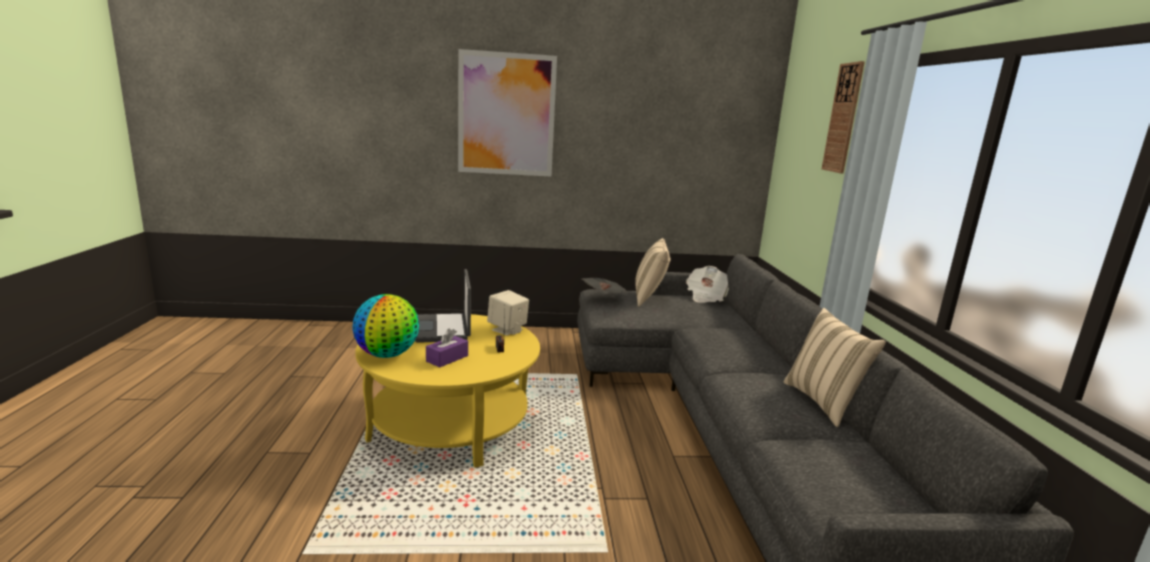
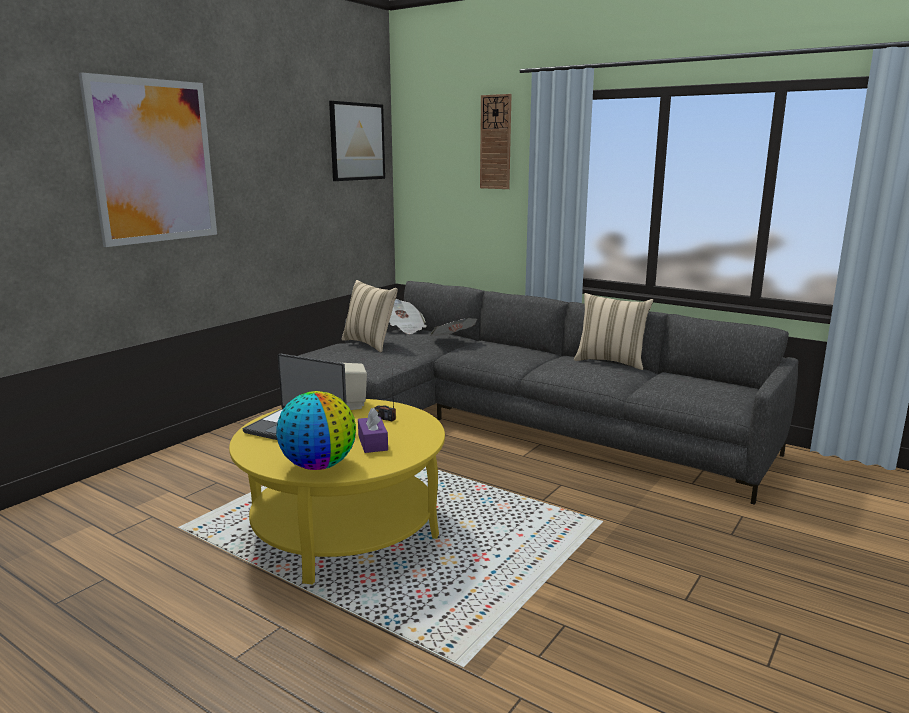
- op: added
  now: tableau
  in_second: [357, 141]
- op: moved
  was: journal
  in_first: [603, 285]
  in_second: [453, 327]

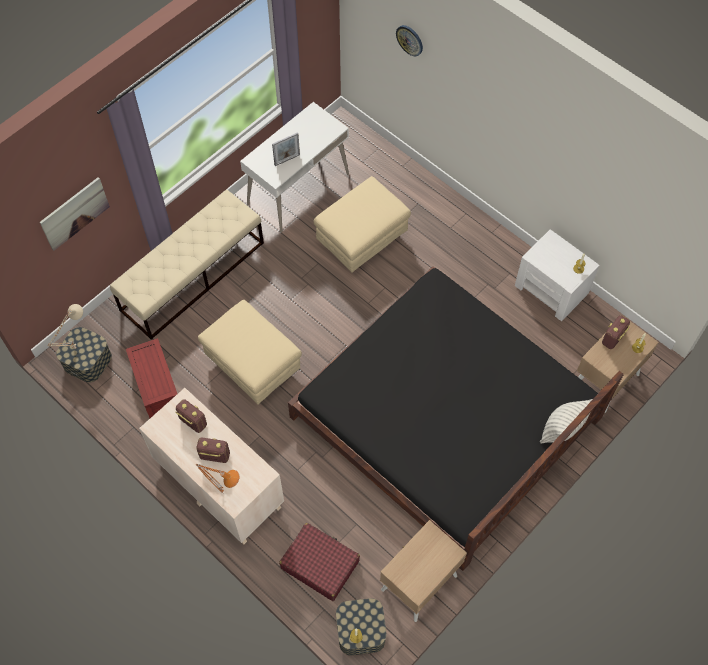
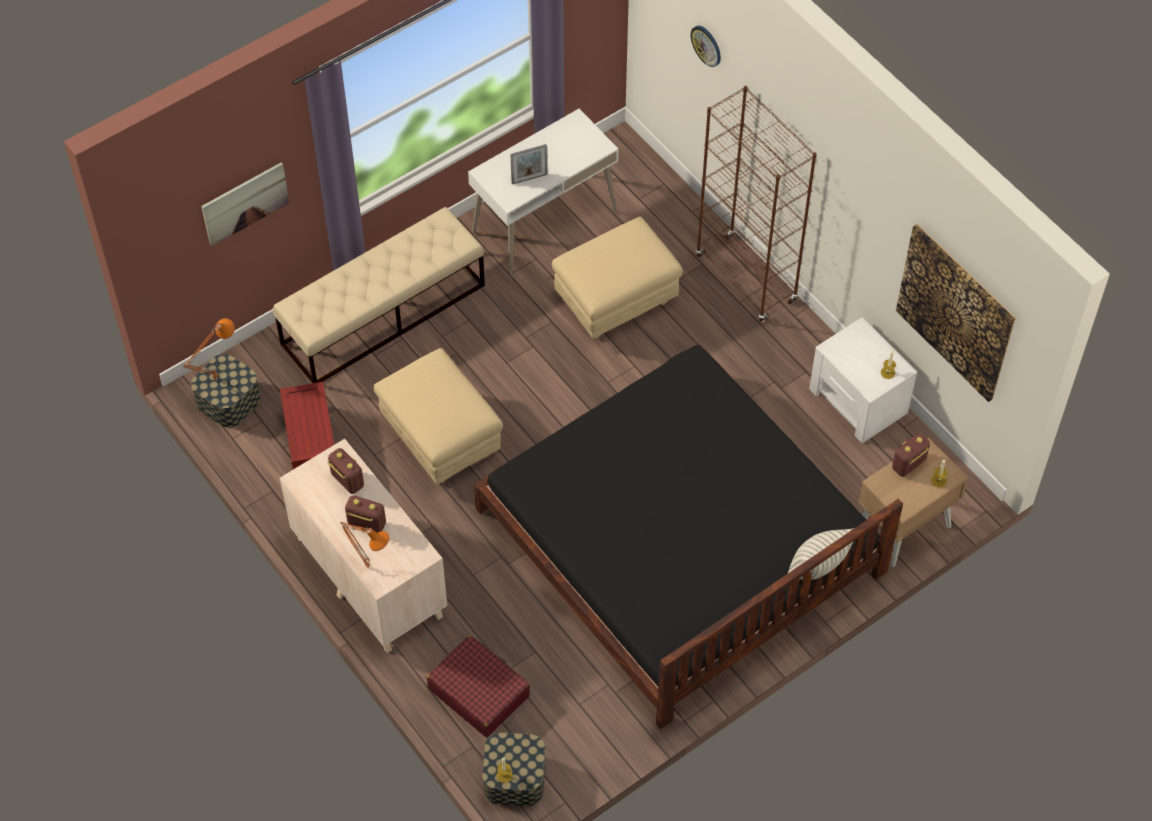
- op: recoloured
  was: lampe de table (beige)
  now: lampe de table (orange)
  in_first: [65, 327]
  in_second: [209, 349]
- op: added
  now: bibliothèque (marron)
  in_second: [756, 204]
- op: added
  now: tableau
  in_second: [956, 313]
- op: removed
  was: table de chevet (beige)
  in_first: [423, 571]

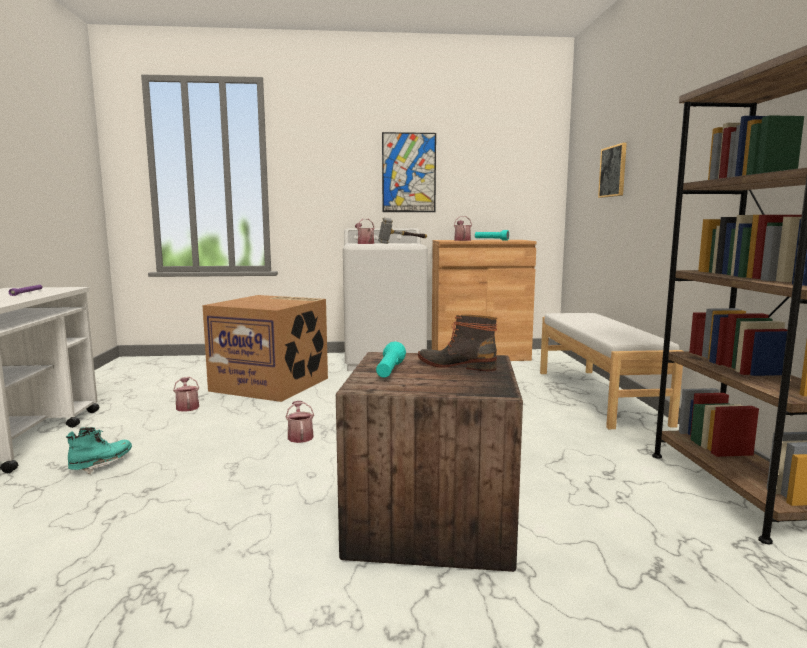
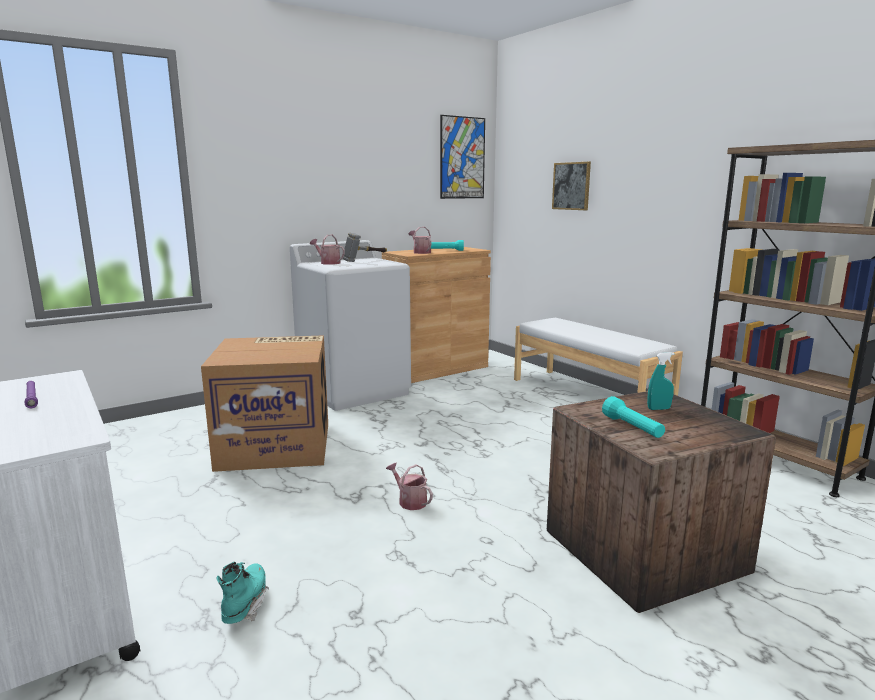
- op: moved
  was: tableau
  in_first: [409, 172]
  in_second: [462, 157]
- op: replaced
  was: botte
  now: vaporisateur (turquoise)
  in_first: [457, 343]
  in_second: [661, 381]
- op: removed
  was: arrosoir
  in_first: [186, 394]

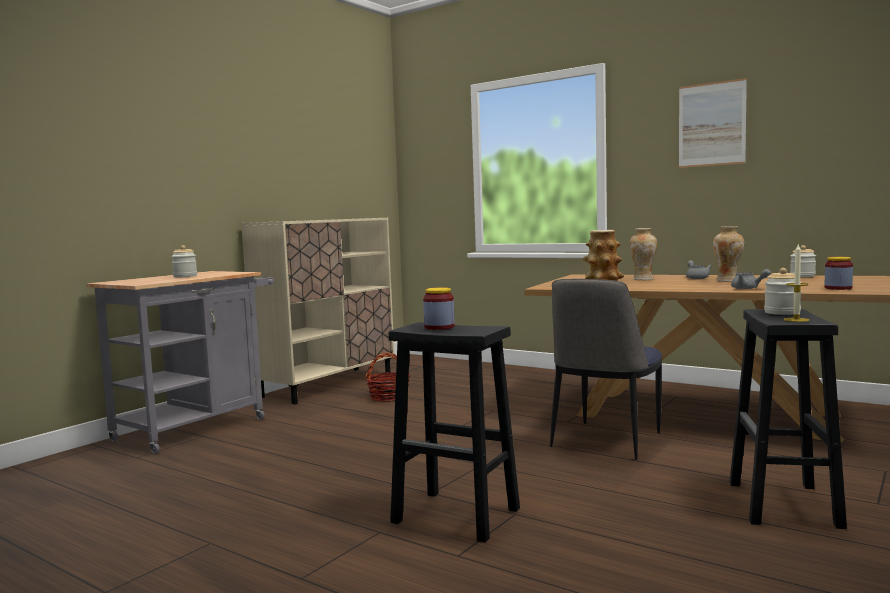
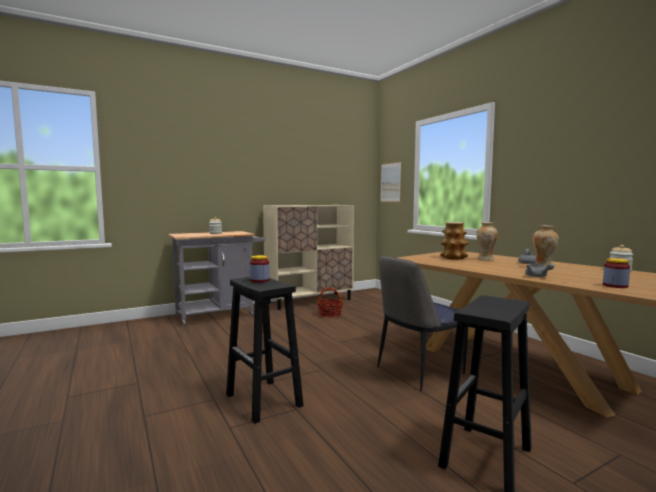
- op: moved
  was: tableau
  in_first: [713, 123]
  in_second: [391, 182]
- op: removed
  was: bocal
  in_first: [782, 291]
- op: removed
  was: bougie
  in_first: [797, 283]

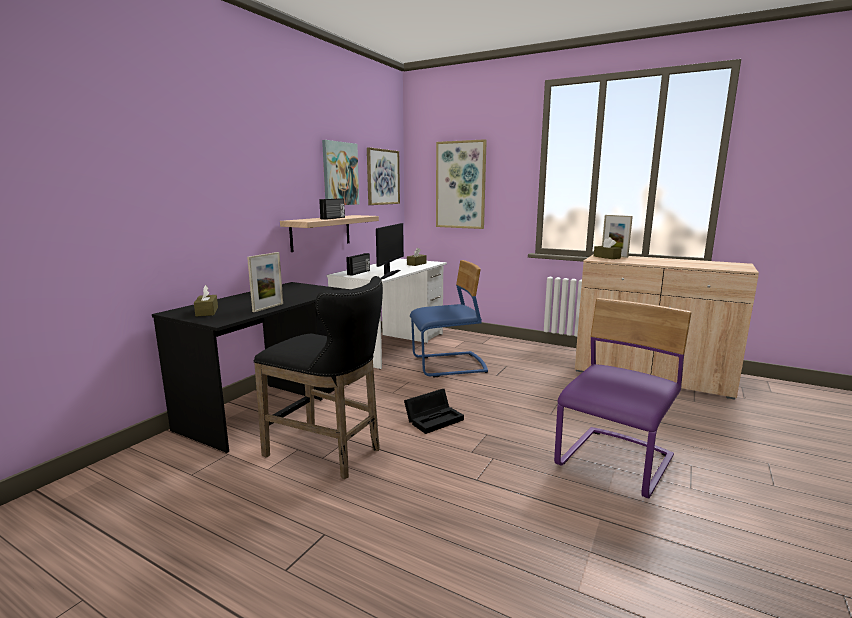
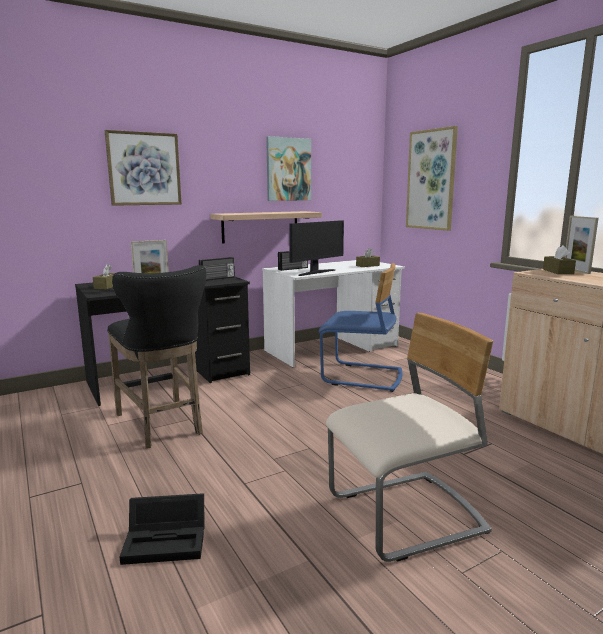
- op: moved
  was: tableau
  in_first: [383, 176]
  in_second: [143, 168]
- op: moved
  was: boîte de rangement (noir)
  in_first: [434, 411]
  in_second: [162, 529]
- op: moved
  was: radio
  in_first: [332, 209]
  in_second: [217, 269]
- op: recoloured
  was: chaise (violet)
  now: chaise (beige)
  in_first: [623, 398]
  in_second: [409, 437]

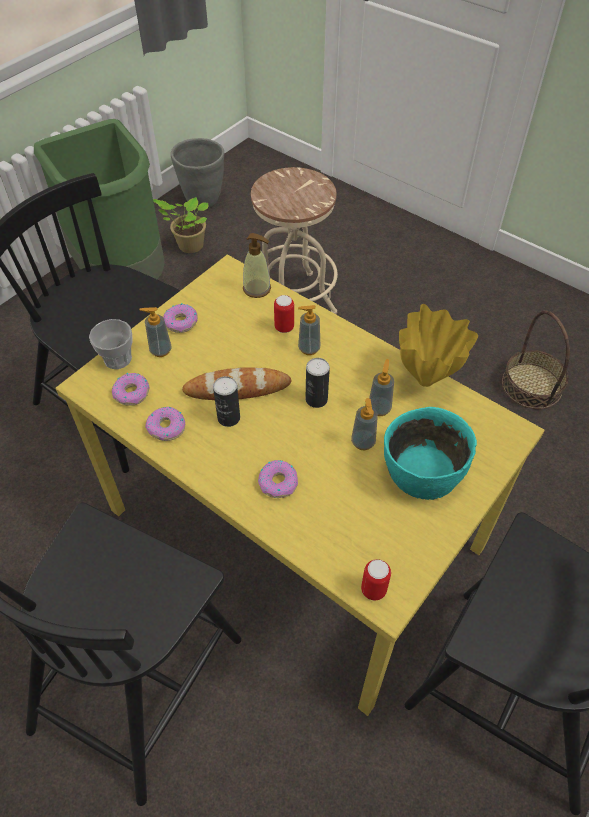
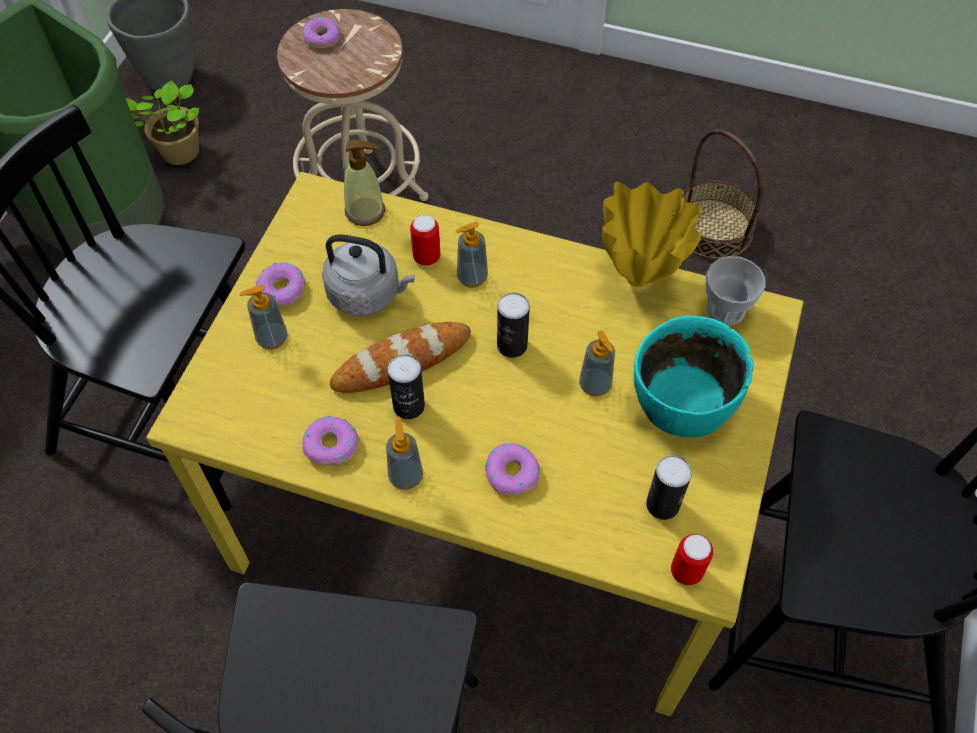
- op: moved
  was: beignet
  in_first: [131, 389]
  in_second: [321, 33]
- op: added
  now: bouilloire (gris)
  in_second: [368, 275]
- op: moved
  was: distributeur de savon
  in_first: [381, 387]
  in_second: [404, 453]
- op: added
  now: boîte métallique
  in_second: [669, 487]
- op: moved
  was: tasse
  in_first: [111, 344]
  in_second: [735, 290]

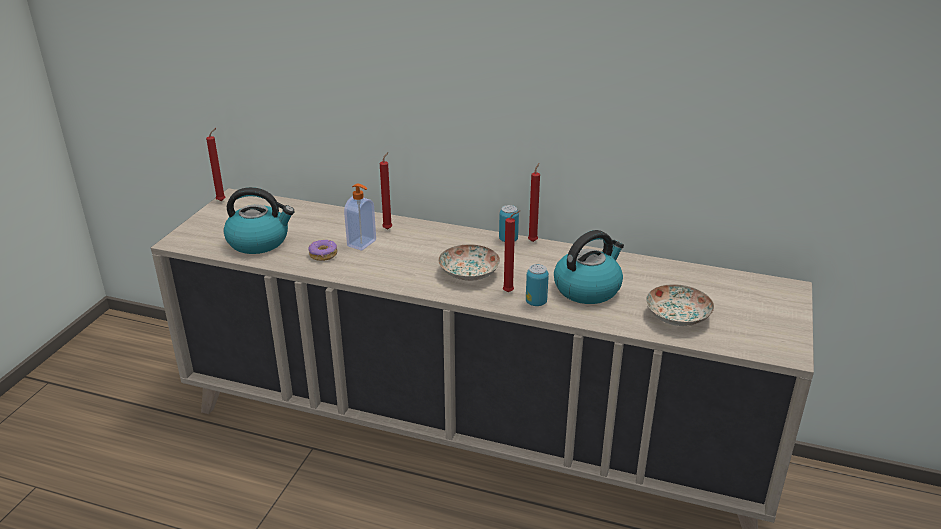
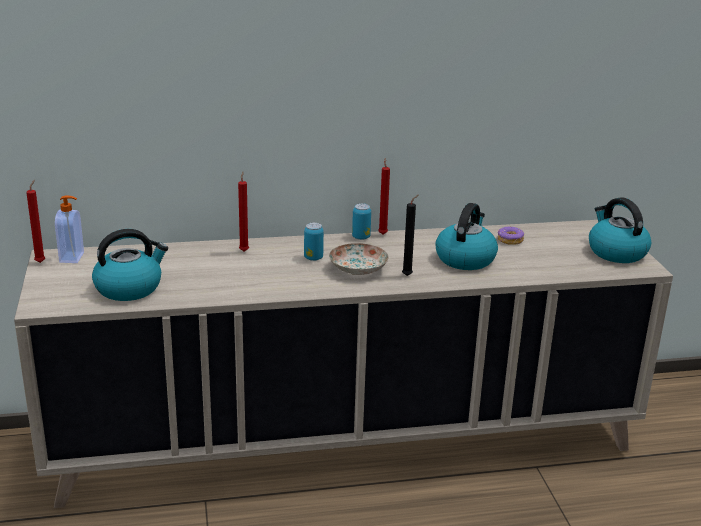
- op: moved
  was: distributeur de savon
  in_first: [360, 217]
  in_second: [69, 229]
- op: moved
  was: boîte métallique
  in_first: [537, 285]
  in_second: [314, 242]
- op: recoloured
  was: bougie (rouge)
  now: bougie (noir)
  in_first: [511, 251]
  in_second: [410, 235]
- op: moved
  was: beignet
  in_first: [323, 250]
  in_second: [511, 236]
- op: added
  now: bouilloire
  in_second: [620, 230]
- op: removed
  was: assiette
  in_first: [680, 305]

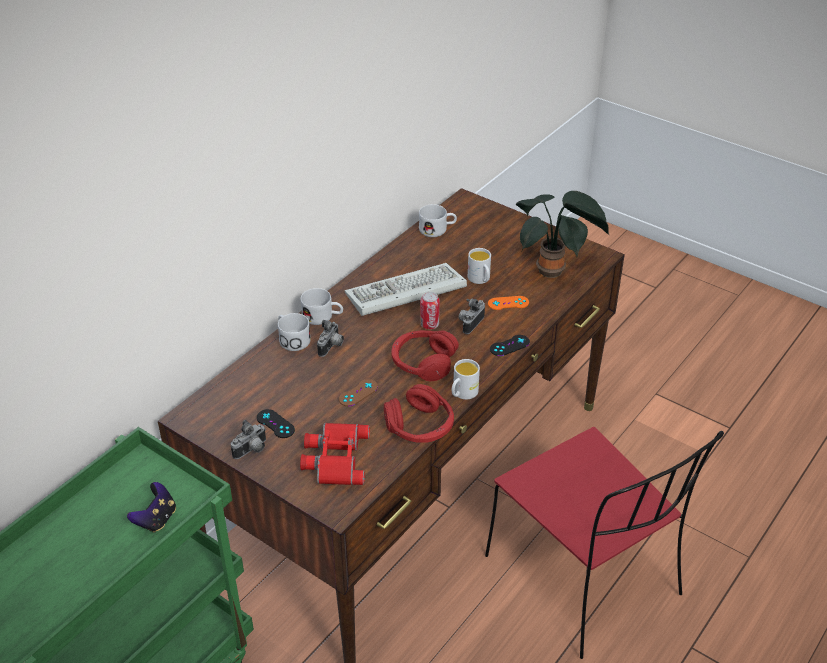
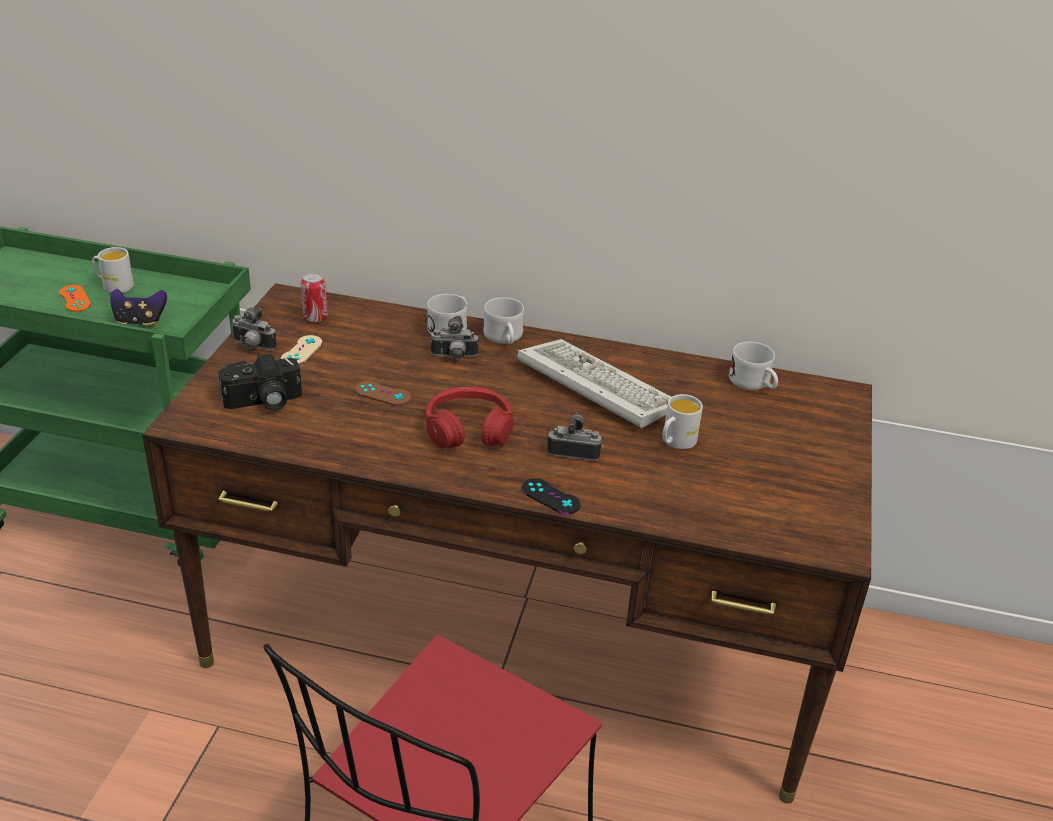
- op: moved
  was: manette (orange)
  in_first: [508, 303]
  in_second: [75, 298]
- op: moved
  was: mug (blanc)
  in_first: [466, 379]
  in_second: [113, 270]
- op: replaced
  was: jumelles (rouge)
  now: appareil photo
  in_first: [335, 454]
  in_second: [260, 382]
- op: recoloured
  was: manette (noir)
  now: manette (beige)
  in_first: [276, 423]
  in_second: [302, 350]
- op: moved
  was: boîte métallique
  in_first: [430, 310]
  in_second: [314, 297]
- op: removed
  was: casque audio (rouge)
  in_first: [419, 413]
- op: removed
  was: plante en pot
  in_first: [562, 234]

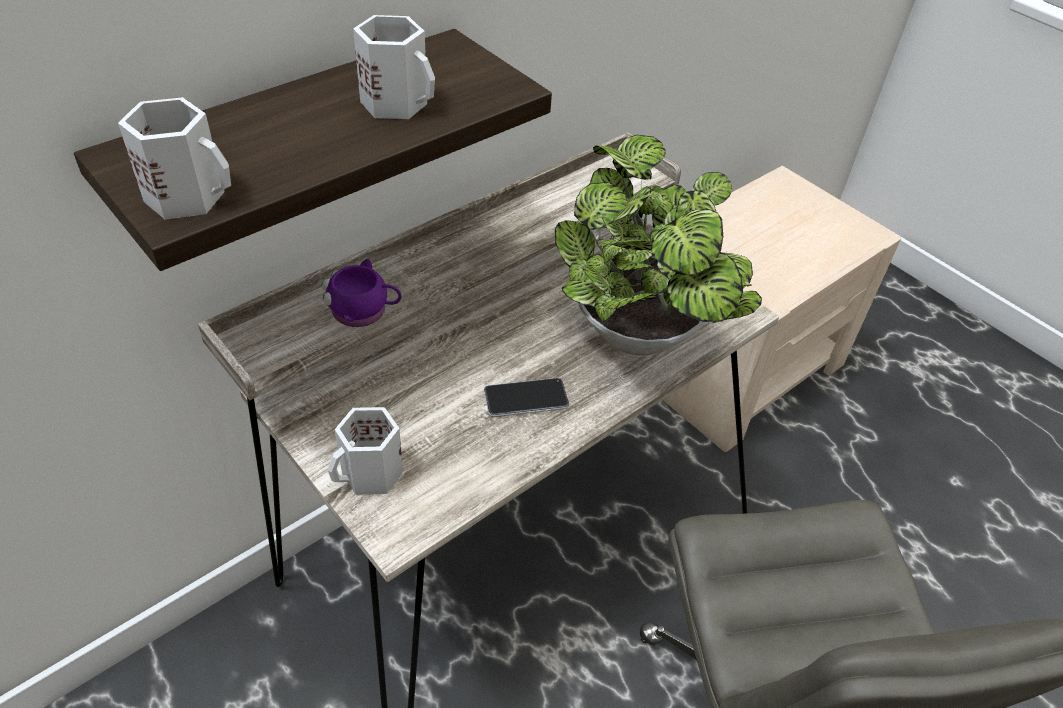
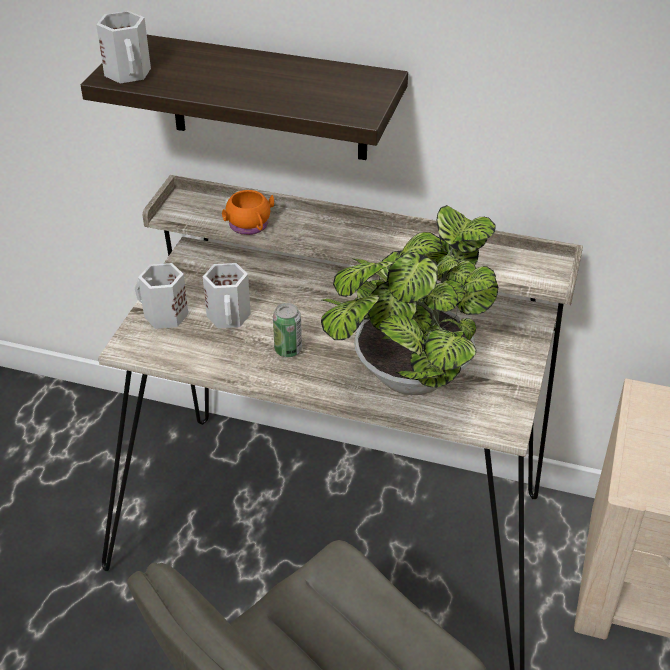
- op: moved
  was: mug (blanc)
  in_first: [394, 67]
  in_second: [227, 295]
- op: recoloured
  was: mug (violet)
  now: mug (orange)
  in_first: [362, 293]
  in_second: [248, 212]
- op: replaced
  was: téléphone
  now: boîte métallique
  in_first: [526, 397]
  in_second: [287, 330]

